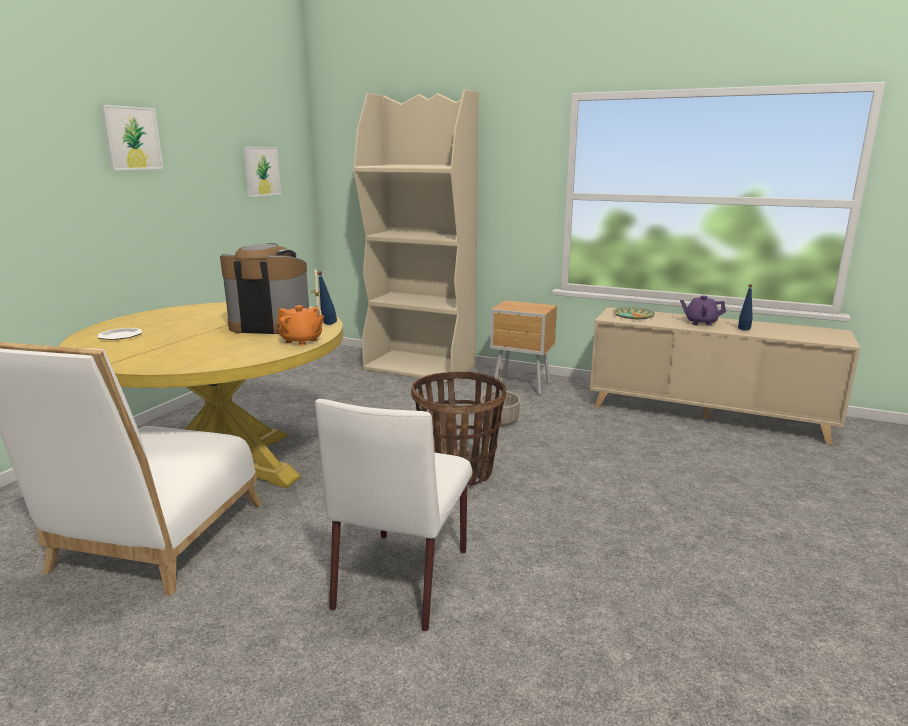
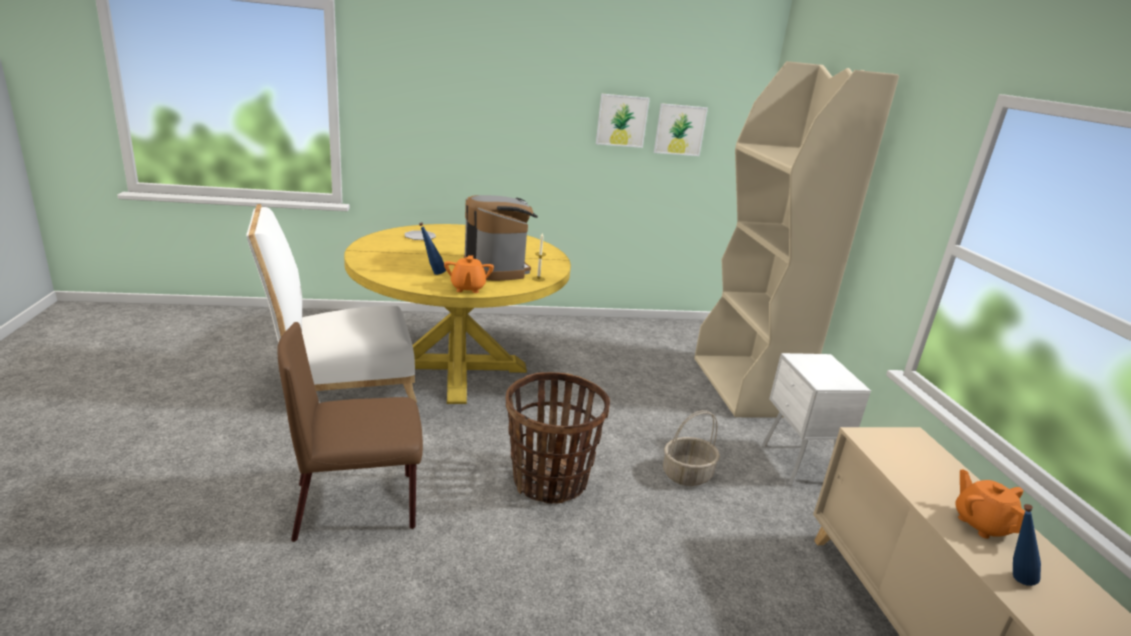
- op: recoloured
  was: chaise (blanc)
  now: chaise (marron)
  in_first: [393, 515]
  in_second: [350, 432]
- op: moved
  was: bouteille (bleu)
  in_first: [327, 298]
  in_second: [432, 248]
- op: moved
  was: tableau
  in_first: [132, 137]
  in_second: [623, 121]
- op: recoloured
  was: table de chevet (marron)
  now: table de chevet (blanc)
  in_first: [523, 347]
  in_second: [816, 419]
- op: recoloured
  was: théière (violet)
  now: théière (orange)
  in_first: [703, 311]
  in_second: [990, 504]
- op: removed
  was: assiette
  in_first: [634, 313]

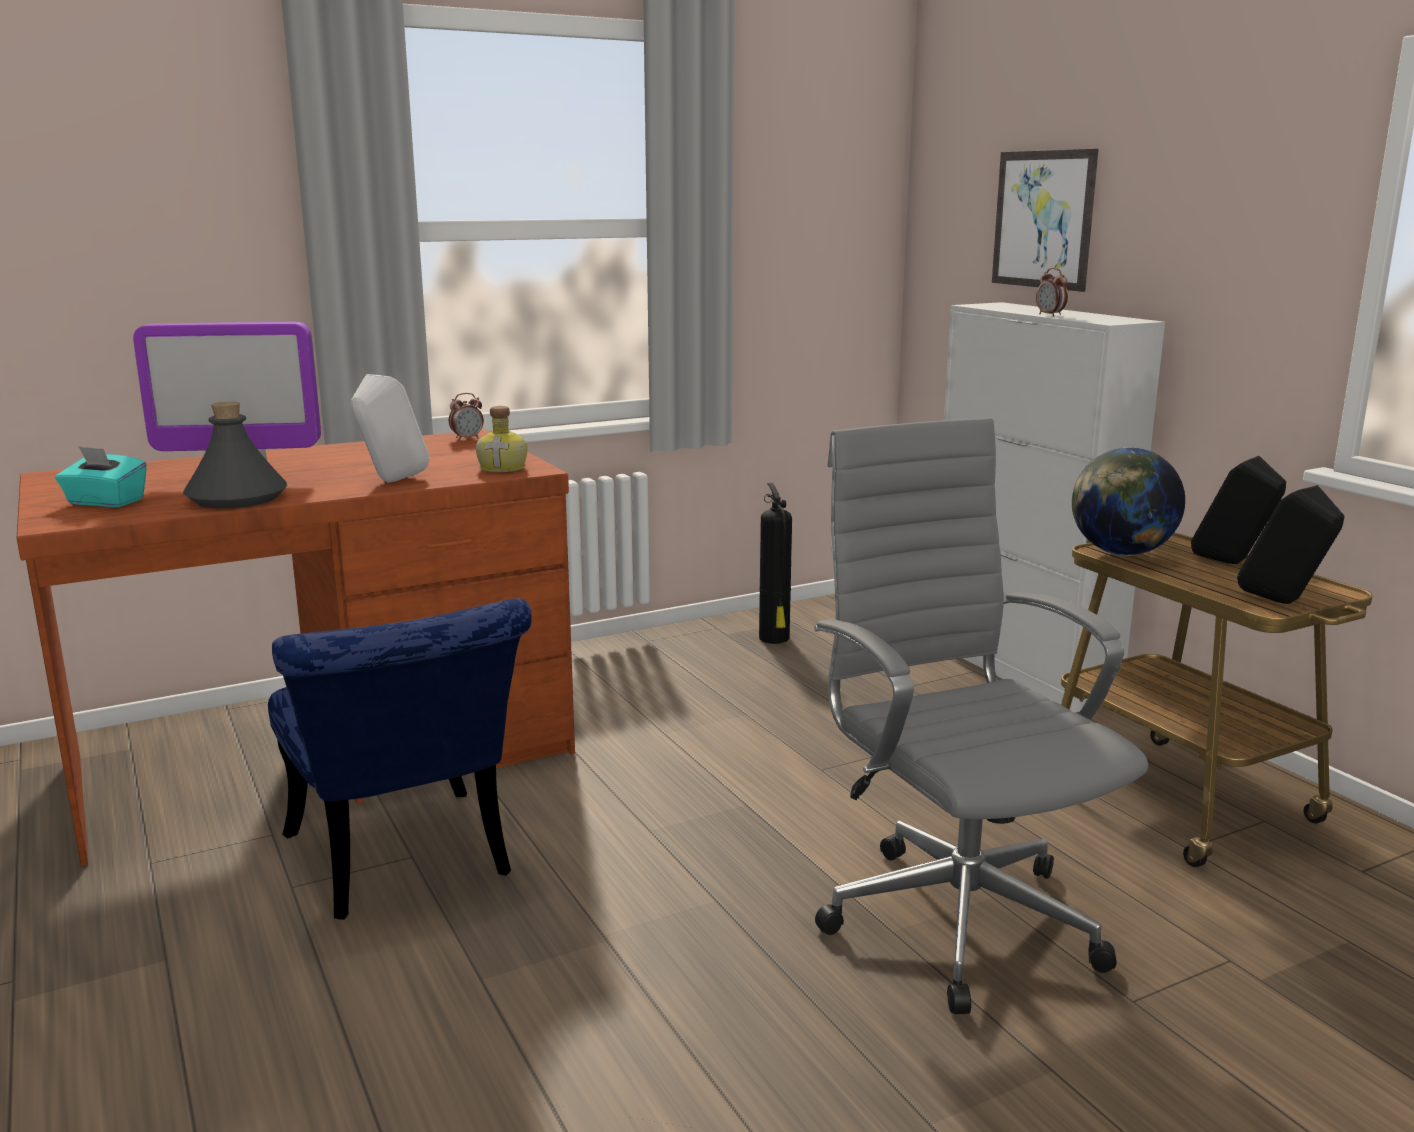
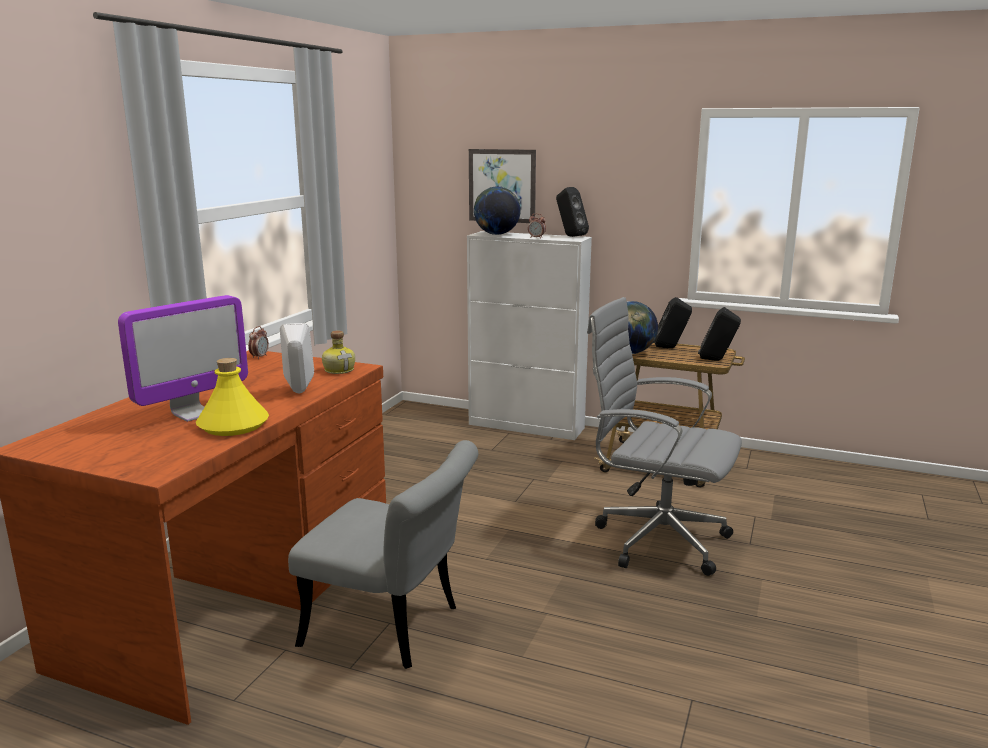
- op: recoloured
  was: bouteille (gris)
  now: bouteille (jaune)
  in_first: [235, 455]
  in_second: [232, 397]
- op: recoloured
  was: chaise (bleu)
  now: chaise (gris)
  in_first: [400, 759]
  in_second: [383, 554]
- op: added
  now: globe
  in_second: [497, 210]
- op: added
  now: enceinte (noir)
  in_second: [572, 212]
- op: removed
  was: boîte à mouchoirs (turquoise)
  in_first: [101, 476]
- op: removed
  was: extincteur
  in_first: [775, 563]

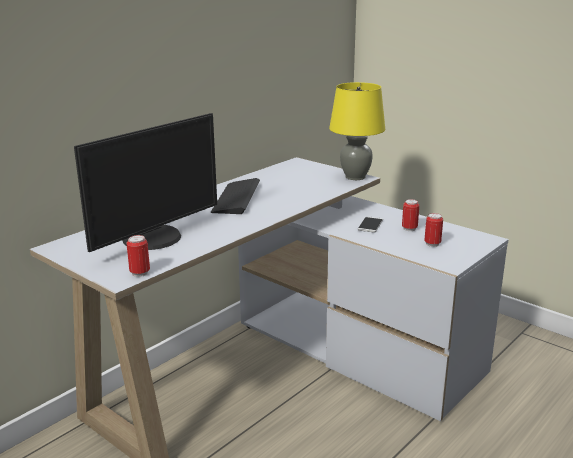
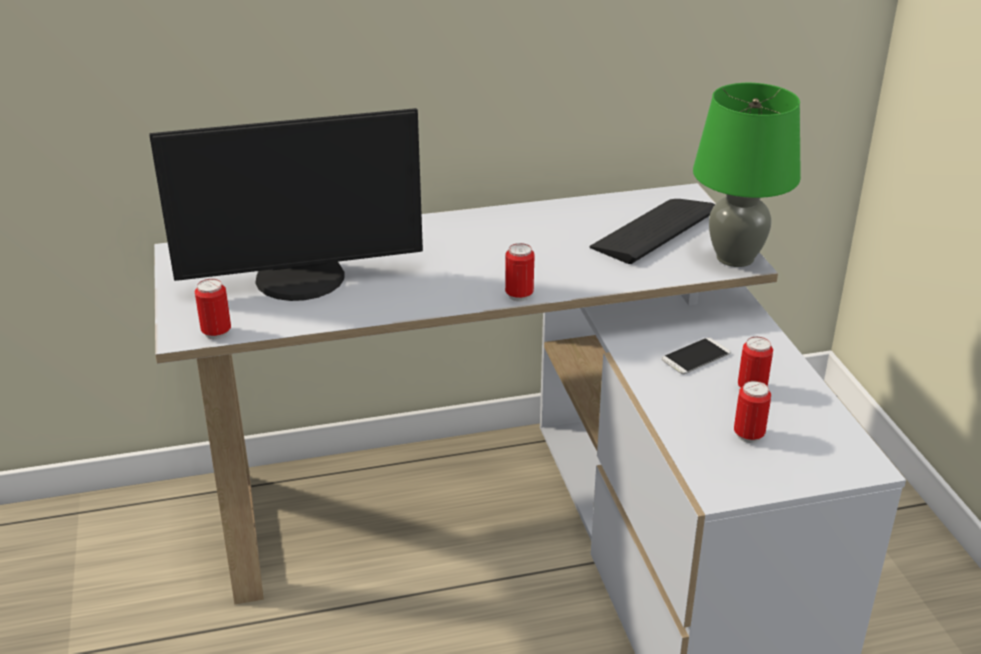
- op: added
  now: boîte métallique
  in_second: [520, 272]
- op: moved
  was: clavier
  in_first: [235, 196]
  in_second: [652, 231]
- op: recoloured
  was: lampe de table (jaune)
  now: lampe de table (vert)
  in_first: [357, 131]
  in_second: [747, 175]

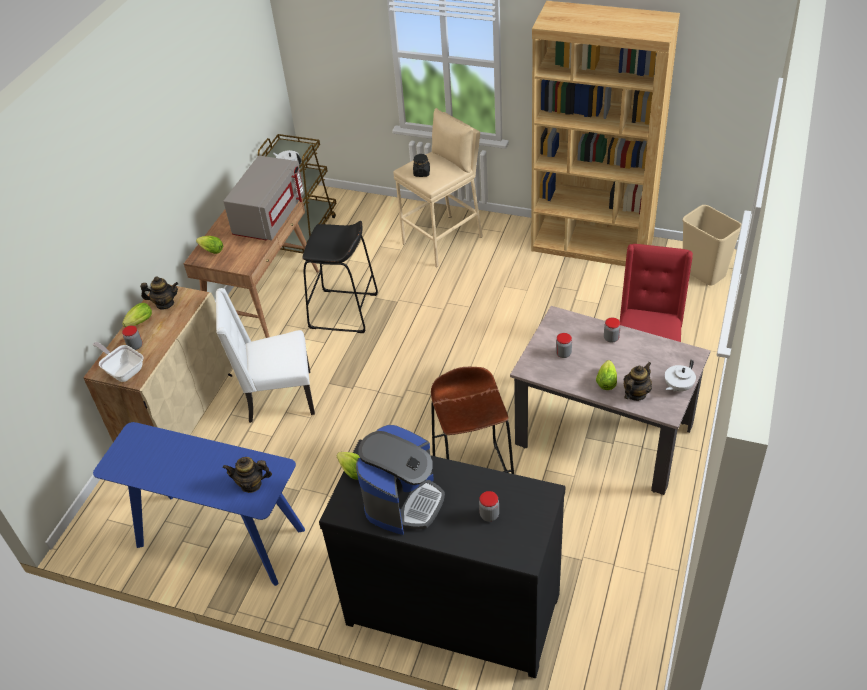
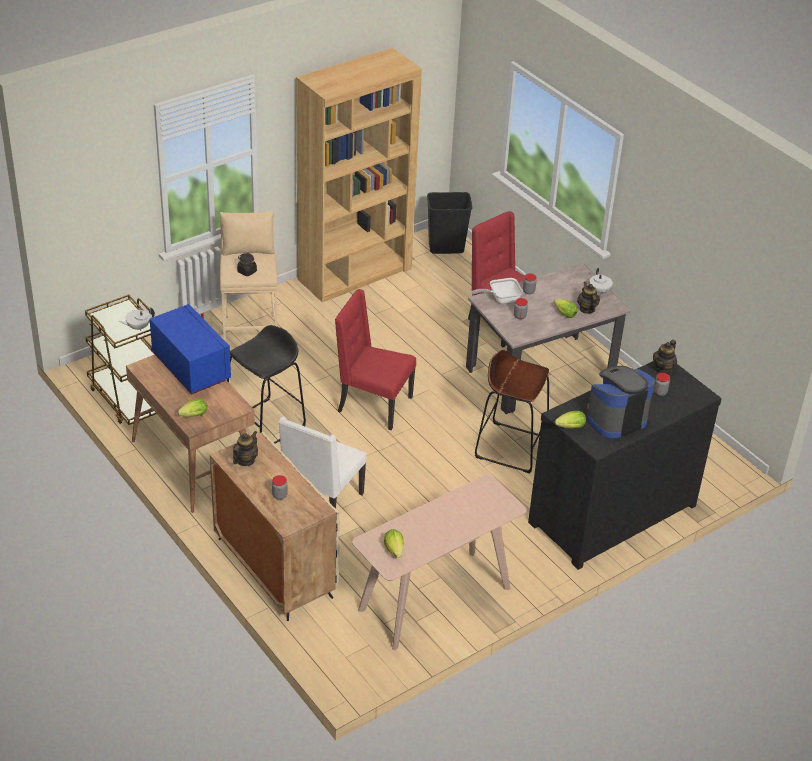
- op: recoloured
  was: micro-ondes (gris)
  now: micro-ondes (bleu)
  in_first: [263, 198]
  in_second: [190, 349]
- op: added
  now: chaise (rouge)
  in_second: [375, 359]
- op: recoloured
  was: table console (bleu)
  now: table console (beige)
  in_first: [199, 504]
  in_second: [439, 563]
- op: moved
  was: laitue
  in_first: [137, 315]
  in_second: [394, 543]
- op: recoloured
  was: poubelle (beige)
  now: poubelle (noir)
  in_first: [711, 245]
  in_second: [449, 223]
- op: moved
  was: poêle
  in_first: [117, 362]
  in_second: [497, 291]
- op: turned
  was: machine à café
  in_first: [400, 480]
  in_second: [620, 402]
  clockwise: -90
- op: moved
  was: théière
  in_first: [247, 475]
  in_second: [665, 357]

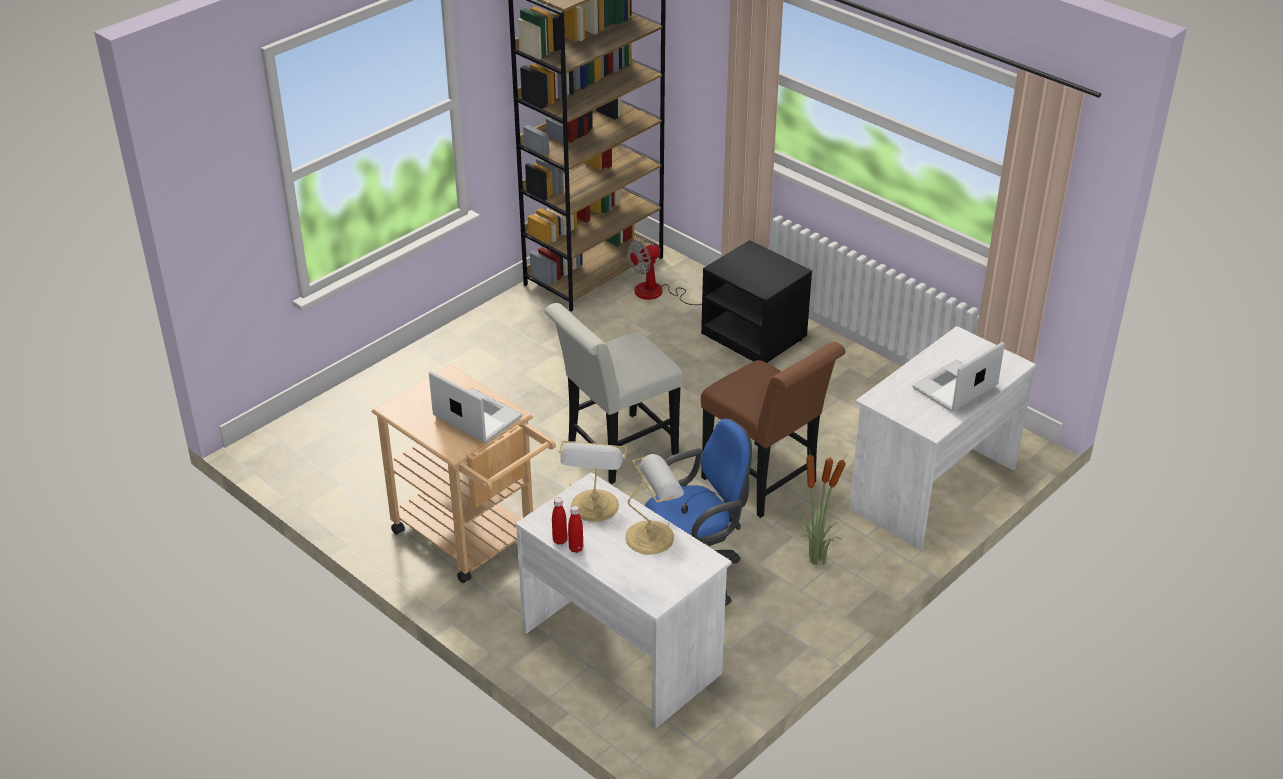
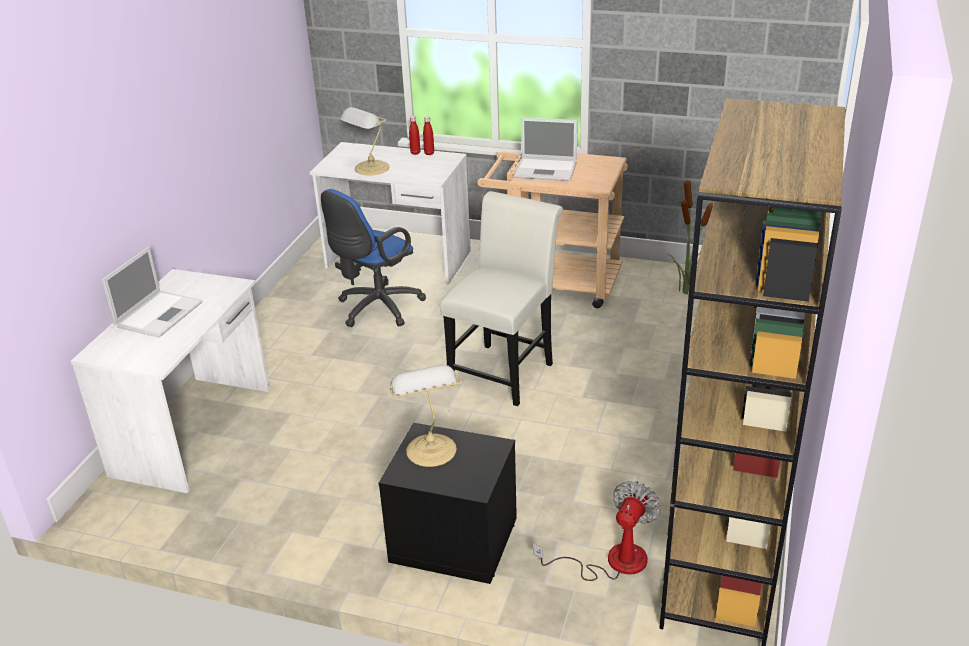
- op: moved
  was: lampe de table
  in_first: [592, 481]
  in_second: [425, 416]
- op: moved
  was: plante en pot
  in_first: [819, 510]
  in_second: [689, 233]
- op: removed
  was: chaise (marron)
  in_first: [773, 430]

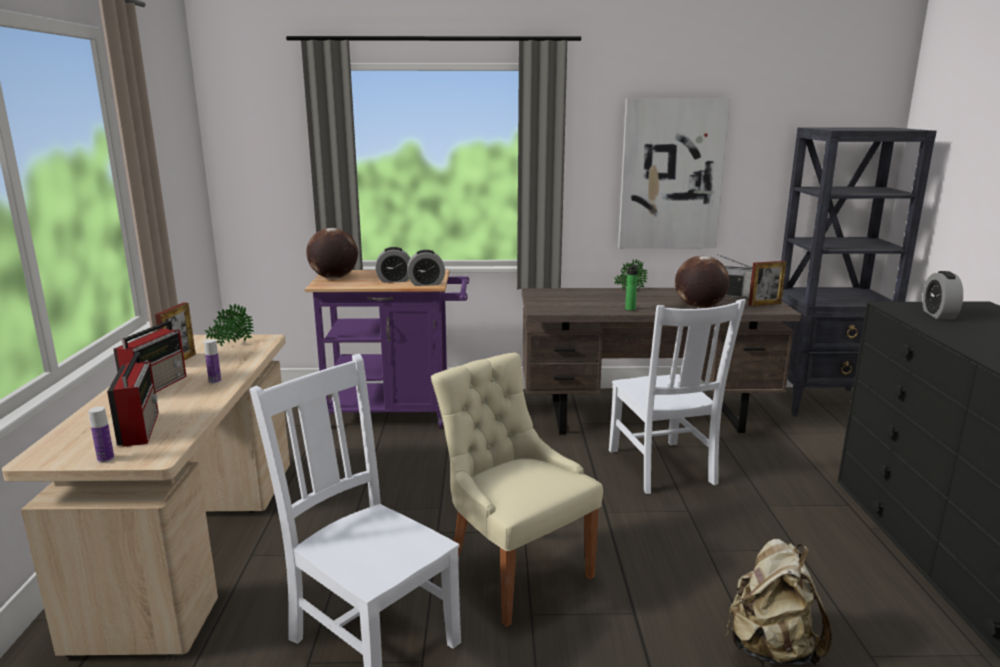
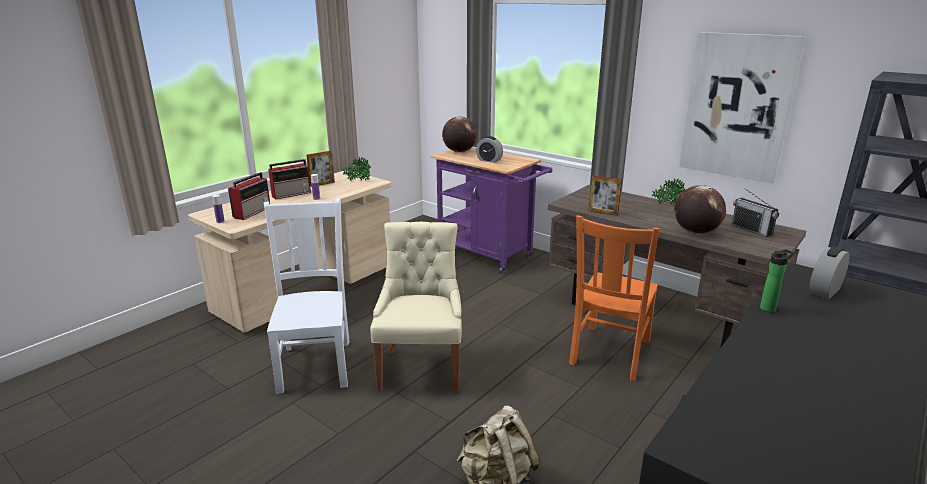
- op: recoloured
  was: chaise (blanc)
  now: chaise (orange)
  in_first: [677, 396]
  in_second: [614, 298]
- op: moved
  was: cadre photo
  in_first: [768, 283]
  in_second: [605, 195]
- op: moved
  was: bouteille
  in_first: [632, 288]
  in_second: [777, 280]
- op: removed
  was: réveil
  in_first: [426, 268]

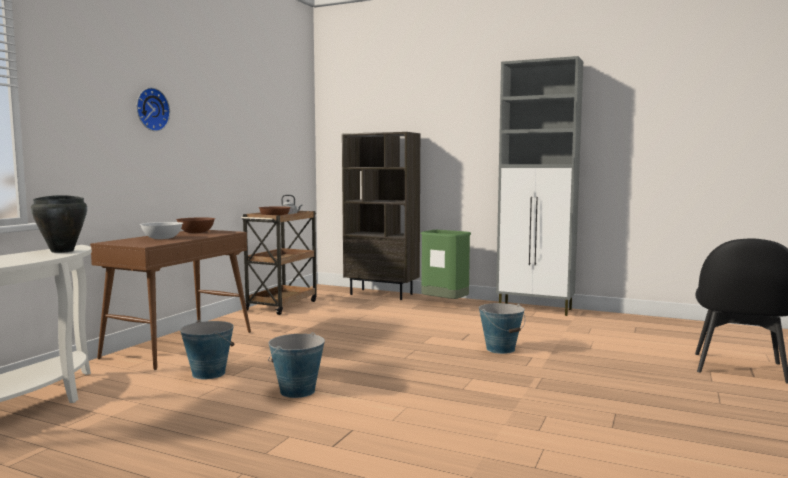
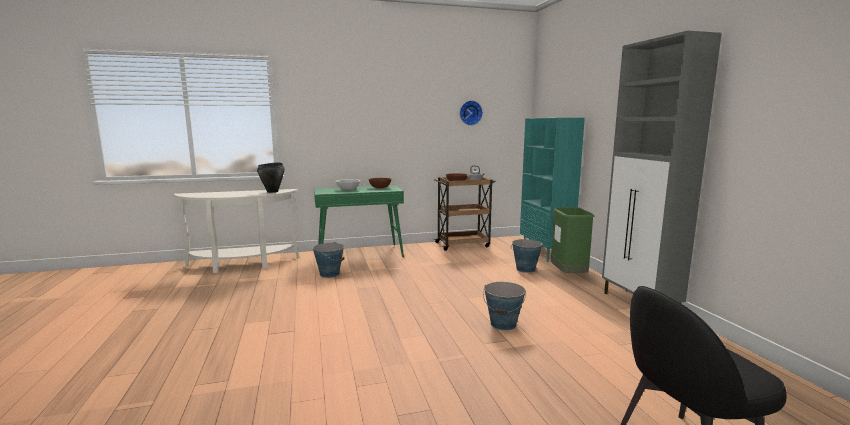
- op: recoloured
  was: table console (marron)
  now: table console (vert)
  in_first: [170, 300]
  in_second: [359, 221]
- op: moved
  was: horloge murale
  in_first: [153, 109]
  in_second: [471, 113]
- op: moved
  was: seau
  in_first: [296, 365]
  in_second: [526, 256]
- op: recoloured
  was: bibliothèque (marron)
  now: bibliothèque (turquoise)
  in_first: [381, 216]
  in_second: [552, 190]

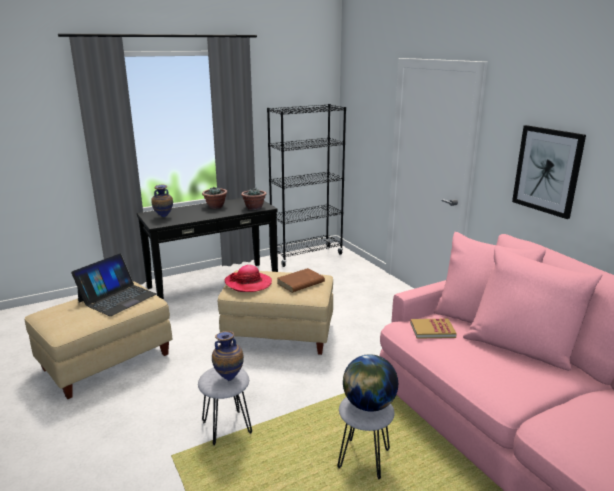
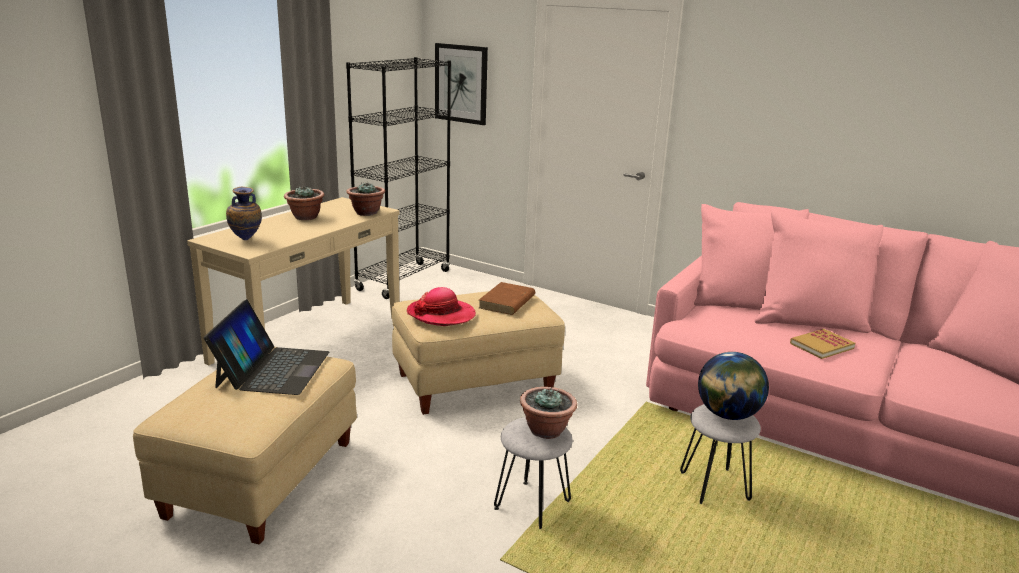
- op: recoloured
  was: table console (noir)
  now: table console (beige)
  in_first: [207, 249]
  in_second: [293, 281]
- op: moved
  was: tableau
  in_first: [549, 172]
  in_second: [461, 84]
- op: replaced
  was: vase
  now: plante en pot
  in_first: [228, 356]
  in_second: [548, 413]
- op: moved
  was: livre
  in_first: [433, 328]
  in_second: [822, 344]

